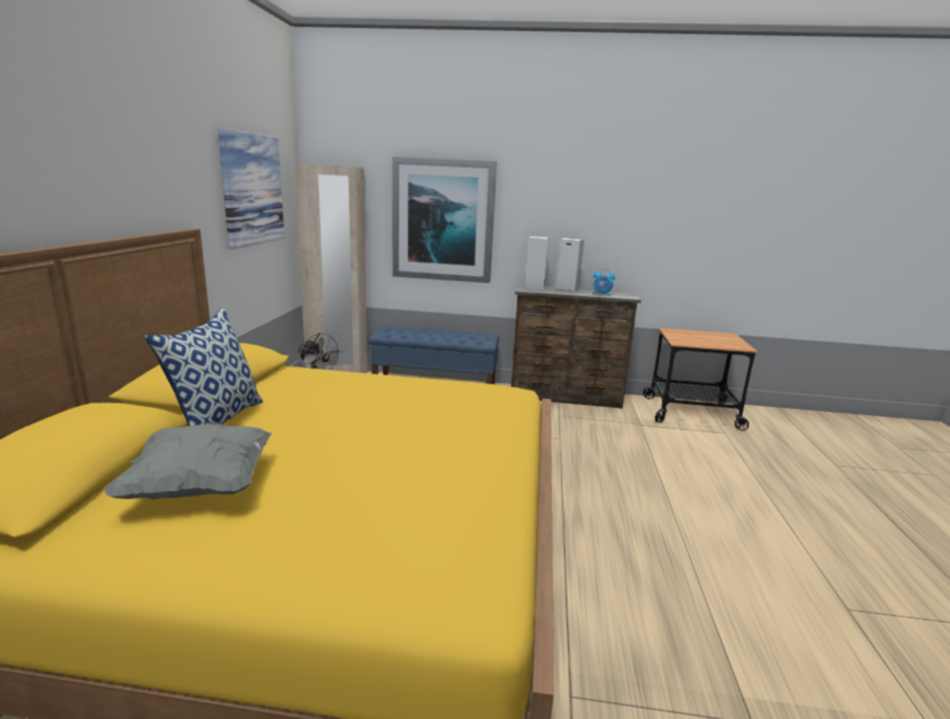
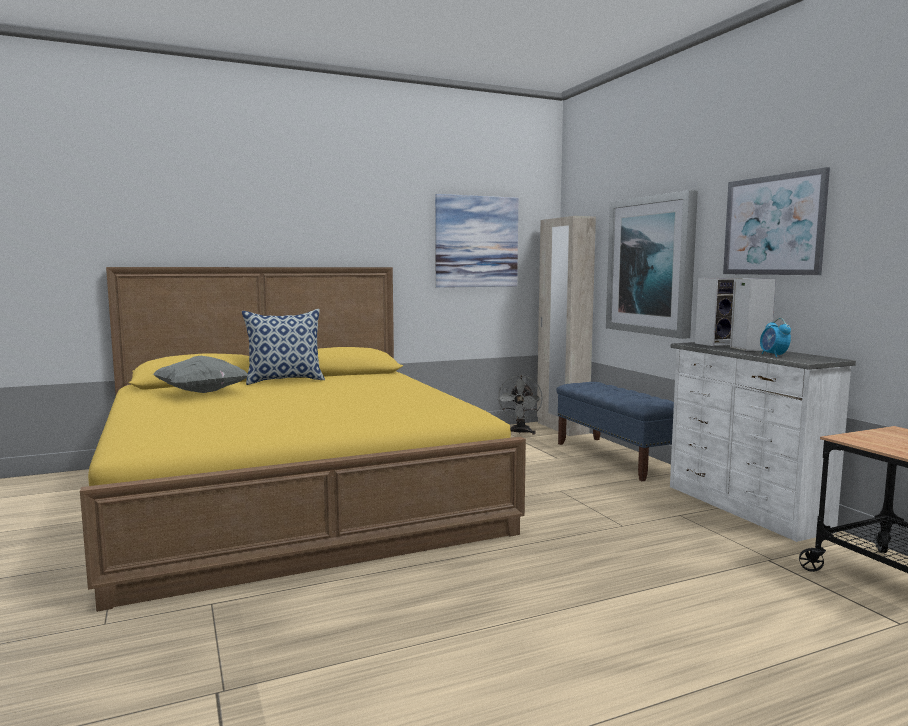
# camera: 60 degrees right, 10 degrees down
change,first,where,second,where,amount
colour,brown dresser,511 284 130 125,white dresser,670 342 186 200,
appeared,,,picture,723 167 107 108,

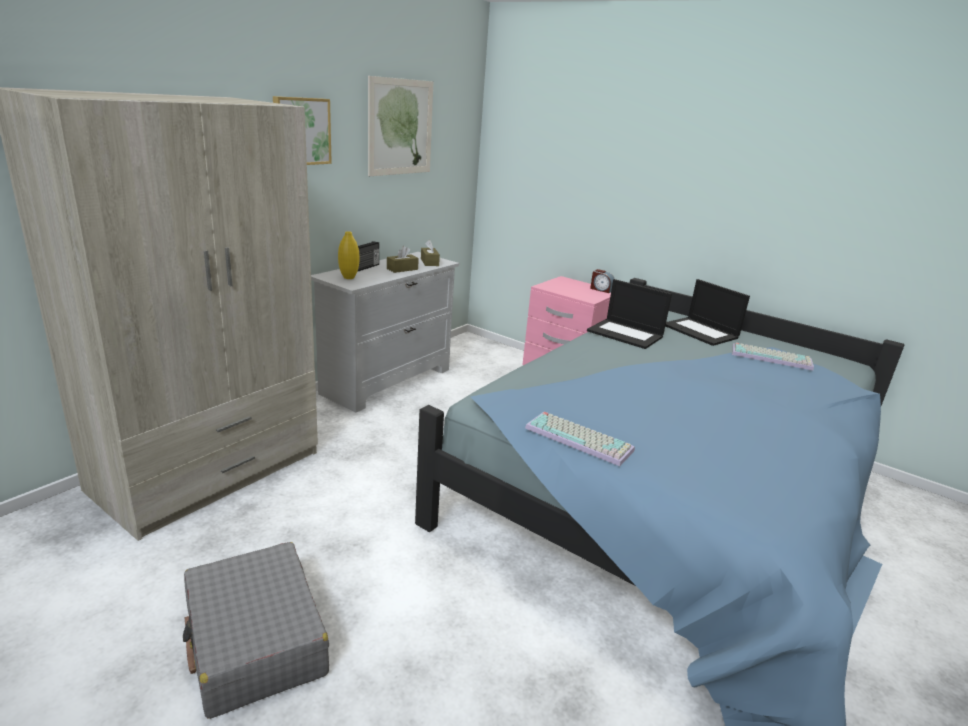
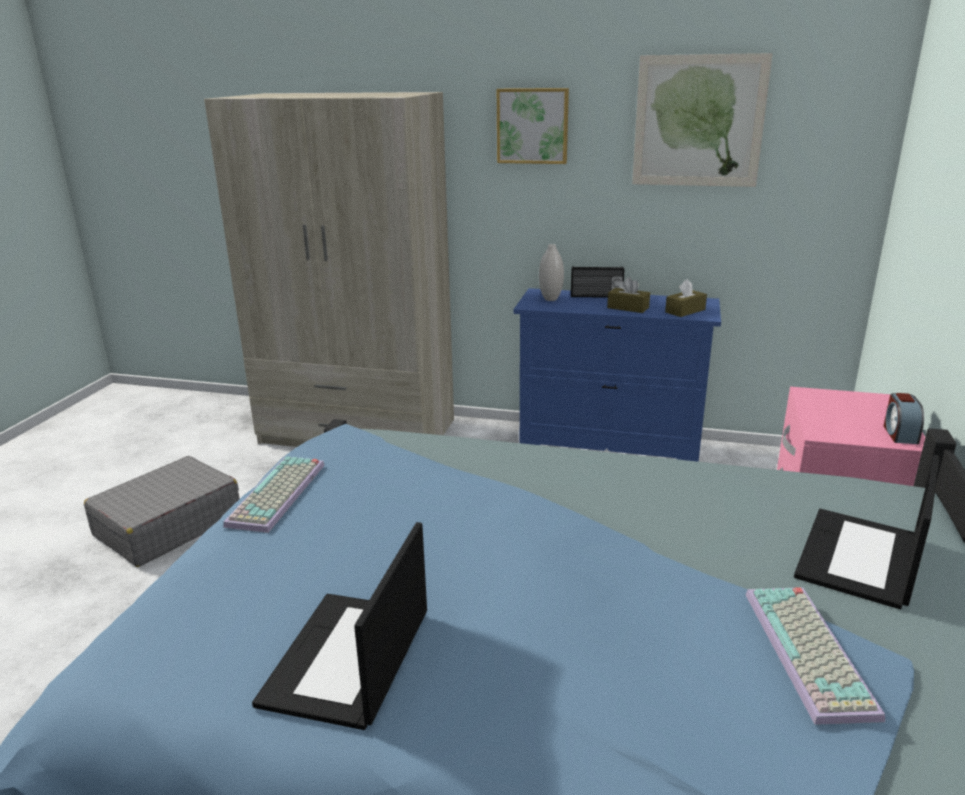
# camera: 70 degrees right, 0 degrees up
change,first,where,second,where,amount
relocated,laptop,587 279 85 70,,252 522 175 208,
colour,white dresser,311 252 148 161,blue dresser,513 288 208 174,
colour,yellow vase,338 231 21 48,white vase,539 244 25 57,

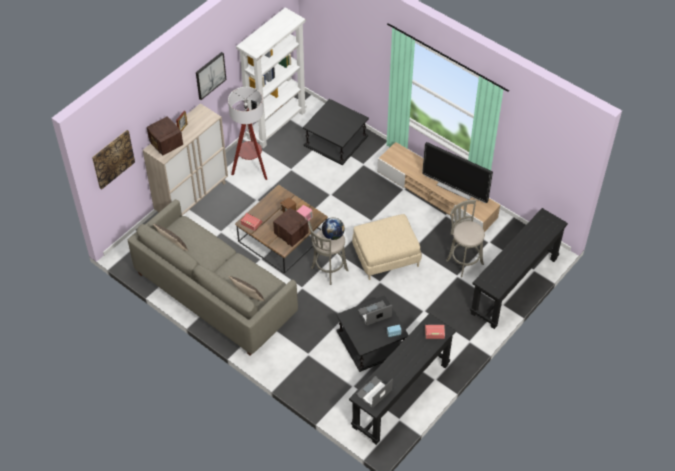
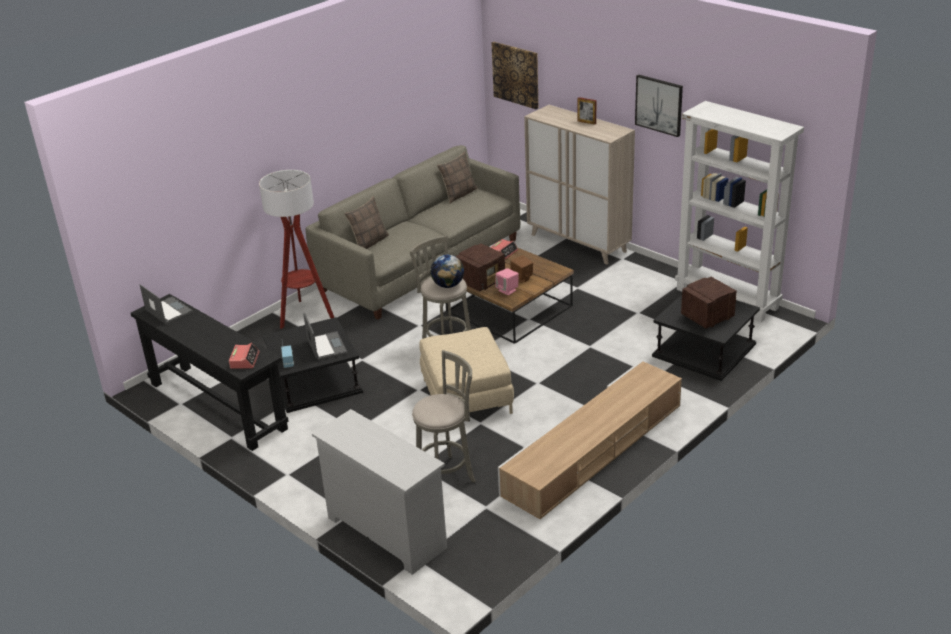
# camera: 95 degrees right, 20 degrees down
change,first,where,second,where,amount
relocated,floor lamp,228 87 39 93,,259 170 75 159,
exchanged,black console table,470 208 98 121,white dresser,312 409 135 166,
relocated,radio,147 117 36 38,,681 277 56 52,
missing,television,422 142 71 61,,,

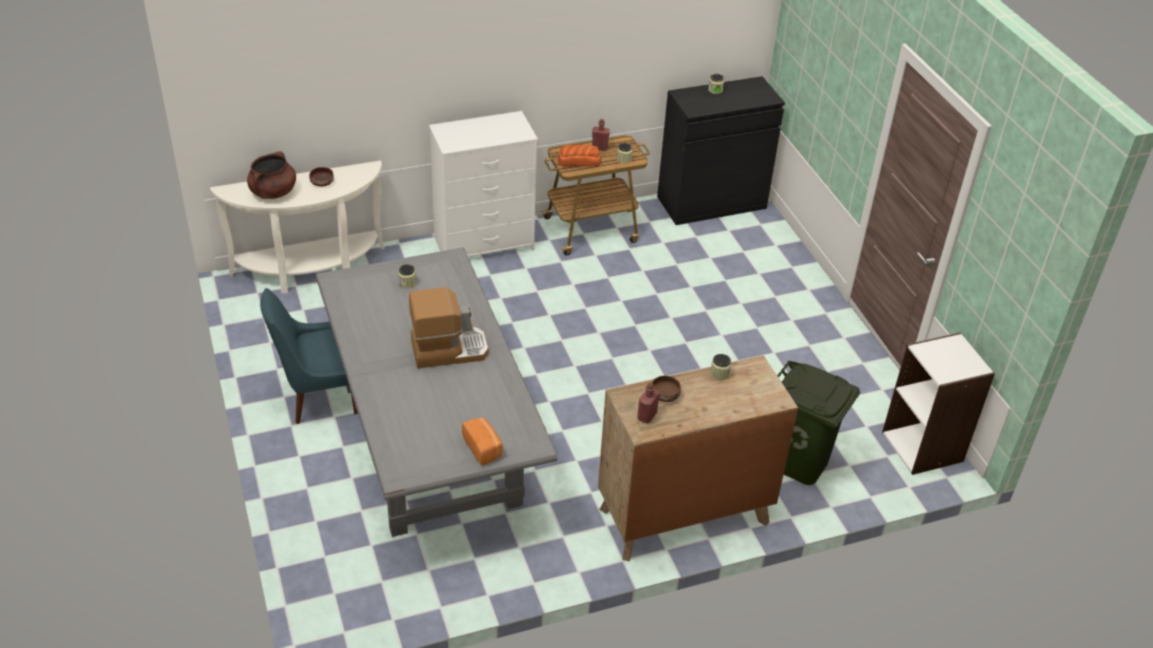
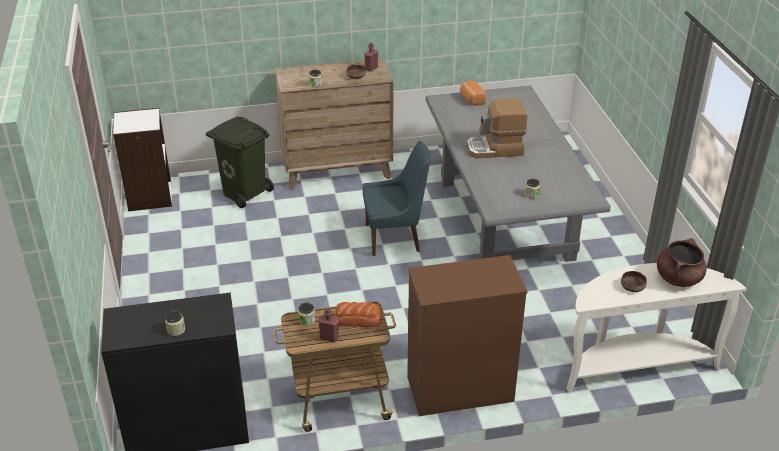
# camera: 170 degrees left, 5 degrees down
change,first,where,second,where,amount
relocated,blue chair,260 288 98 136,,363 141 68 115,
colour,white dresser,429 111 109 146,brown dresser,407 255 121 161,

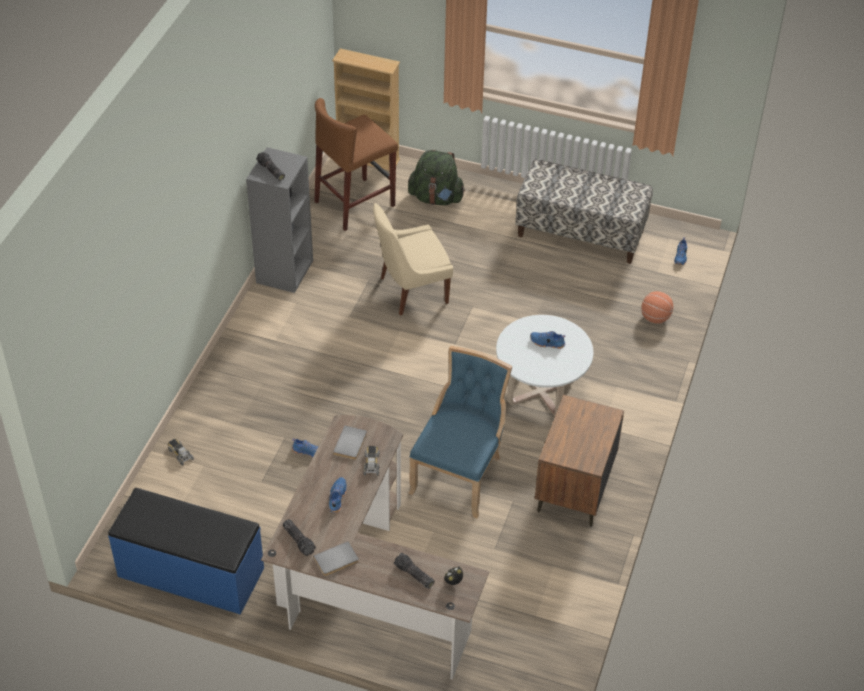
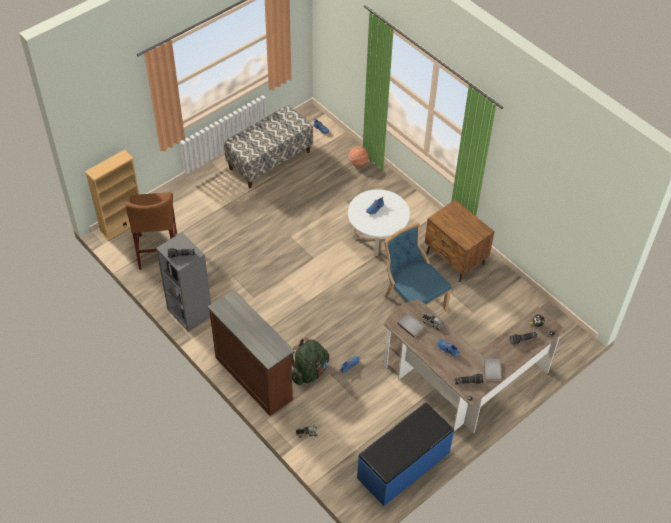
# camera: 60 degrees left, 5 degrees up
change,first,where,second,where,amount
appeared,,,brown dresser,208 290 87 126,
relocated,green backpack,408 150 57 55,,291 337 38 48,
missing,beige chair,373 203 80 113,,,

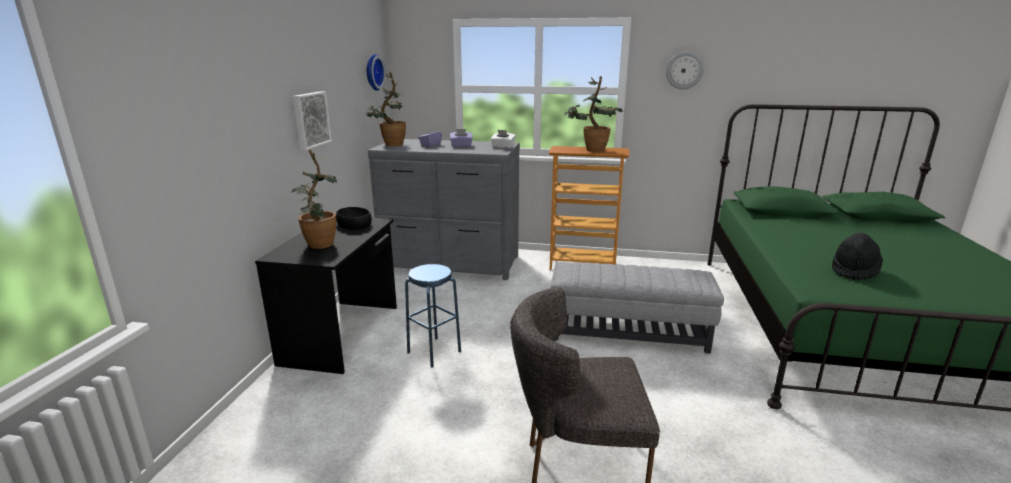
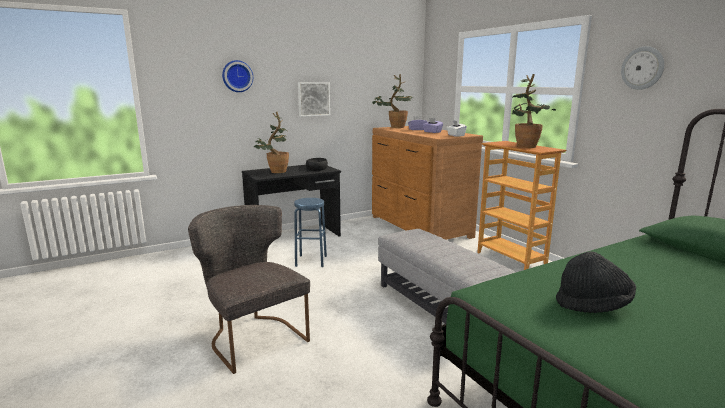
# camera: 50 degrees right, 5 degrees down
change,first,where,second,where,amount
relocated,wall clock,367 54 18 37,,222 60 31 32,
colour,grey dresser,368 139 152 141,brown dresser,372 126 111 114,

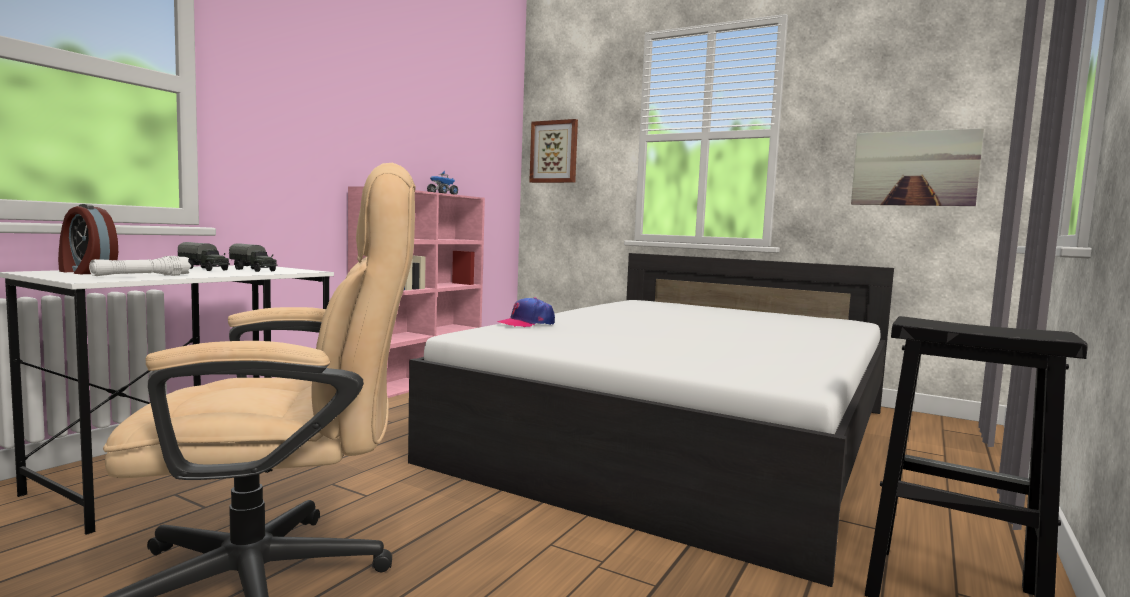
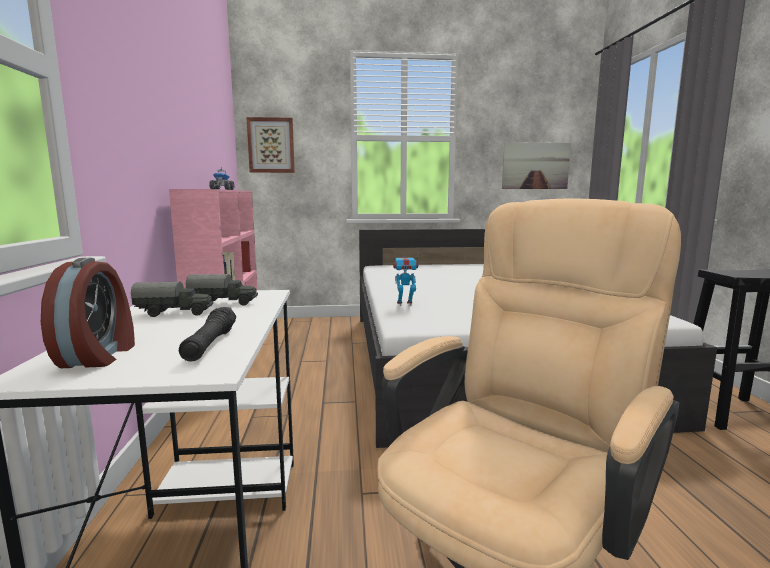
# camera: 35 degrees left, 5 degrees up
change,first,where,second,where,amount
spun,alarm clock,58 204 60 70,,41 258 94 110,90 degrees counterclockwise
colour,white flashlight,89 256 102 20,black flashlight,179 307 57 54,
exchanged,cap,497 297 58 30,toy robot,393 251 26 55,

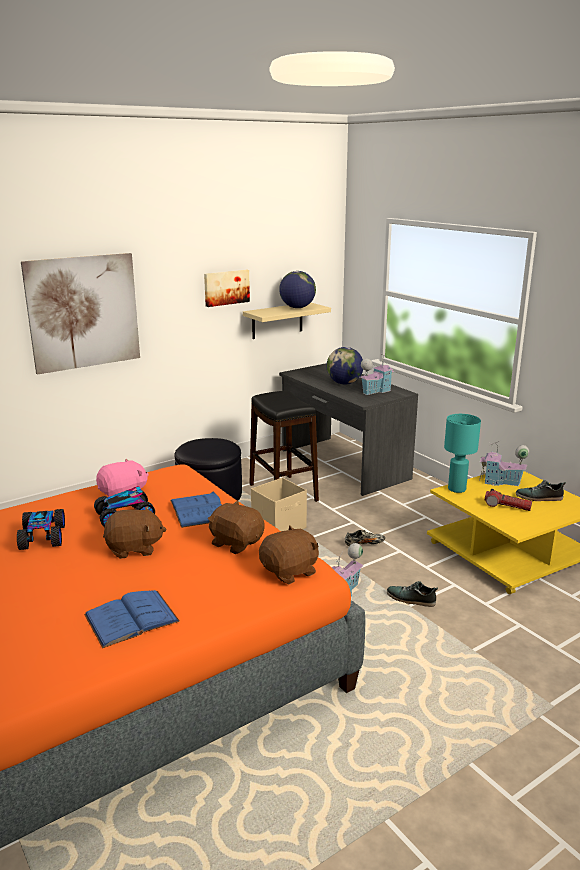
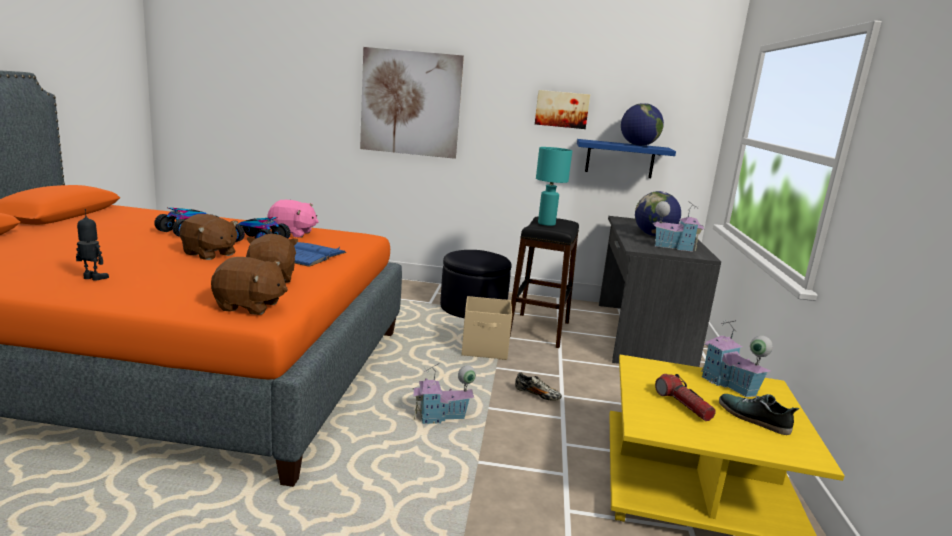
# camera: 40 degrees right, 5 degrees down
change,first,where,second,where,amount
exchanged,blue book,84 590 96 58,toy robot,76 209 33 72,
relocated,turquoise table lamp,444 414 37 79,,536 147 36 79,
colour,beige shelf,243 303 88 36,blue shelf,577 139 99 39,
missing,shoe,387 581 51 26,,,

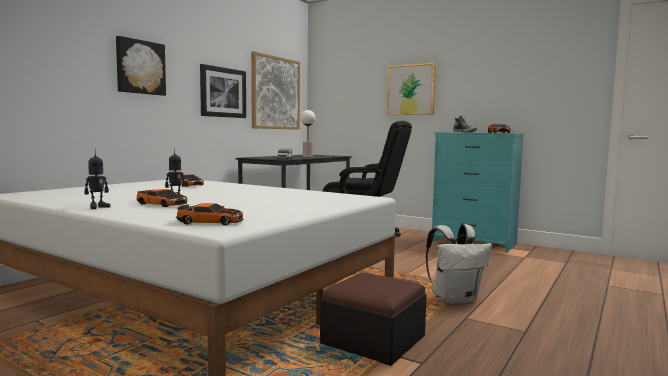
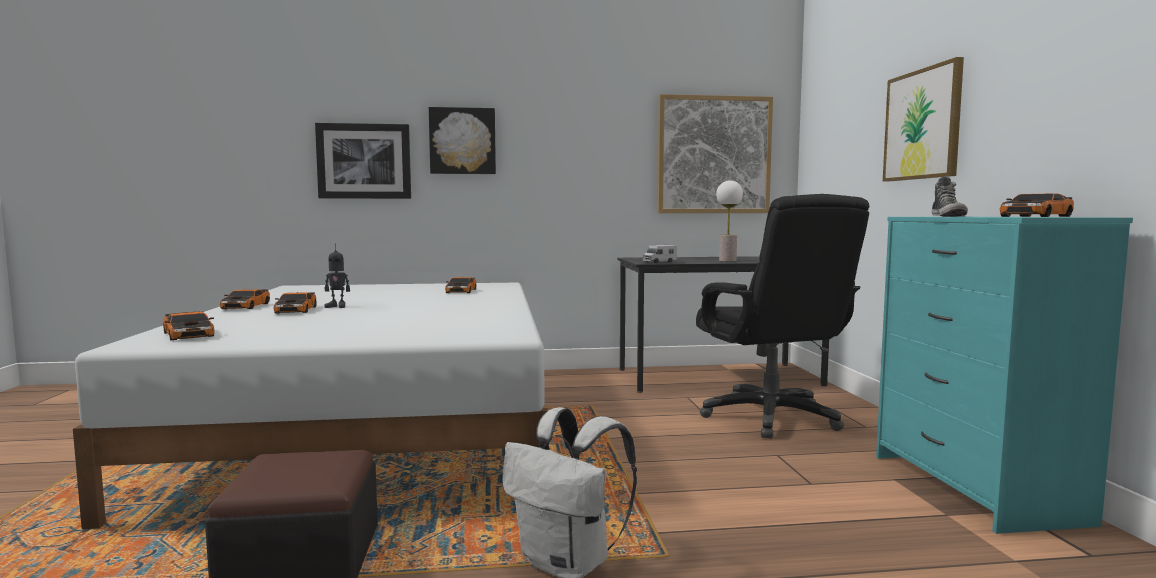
# camera: 50 degrees right, 0 degrees up
change,first,where,second,where,amount
exchanged,toy robot,85 149 26 60,toy car,220 289 50 20,
relocated,picture,200 64 46 54,,315 123 96 76,

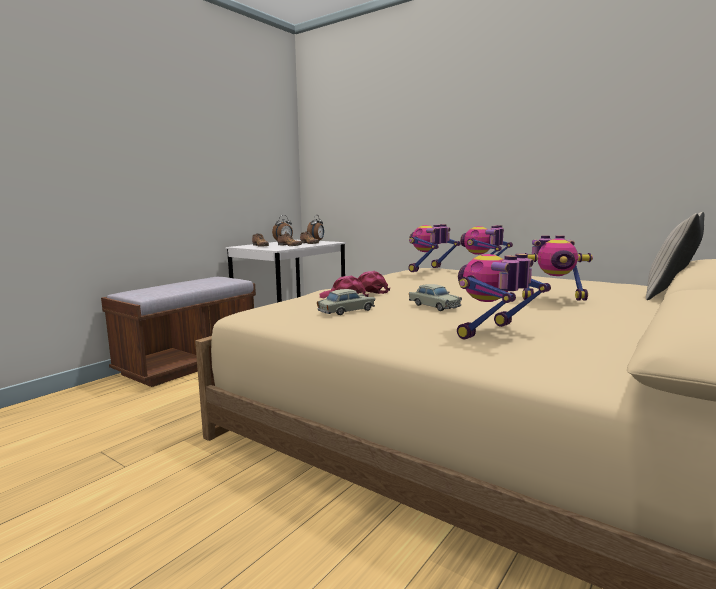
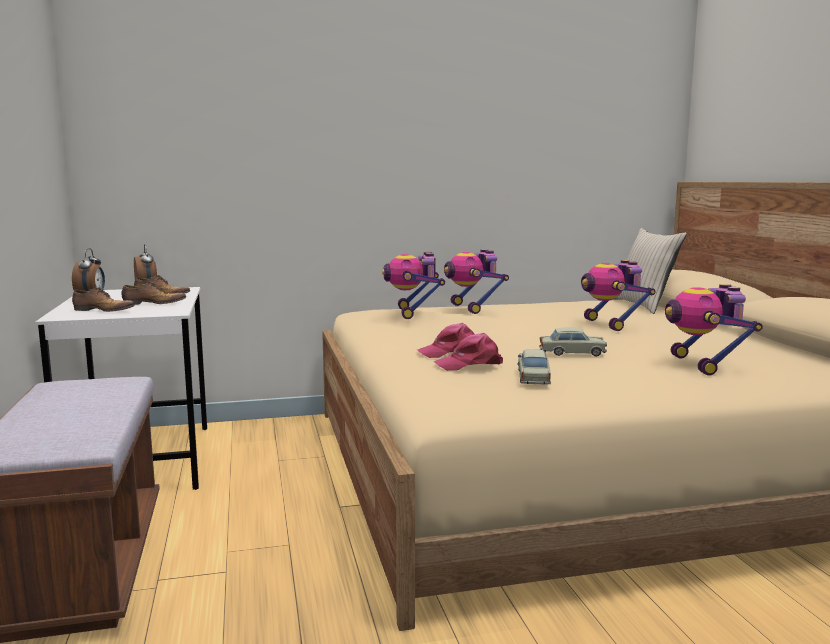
# camera: 50 degrees left, 0 degrees up
change,first,where,second,where,amount
spun,toy robot,522 235 71 66,,581 260 75 71,120 degrees clockwise

